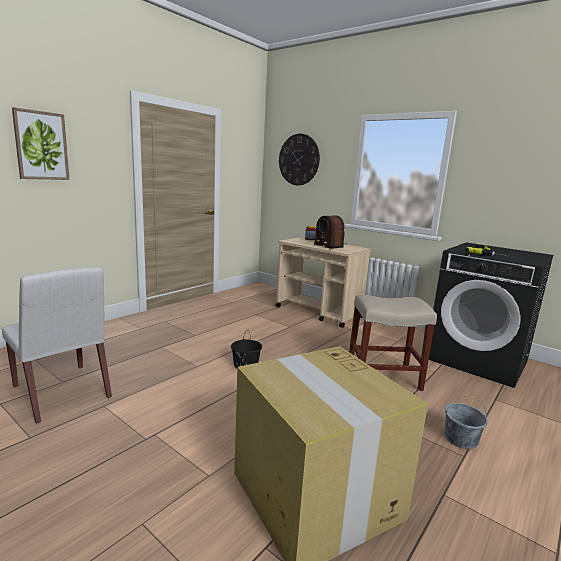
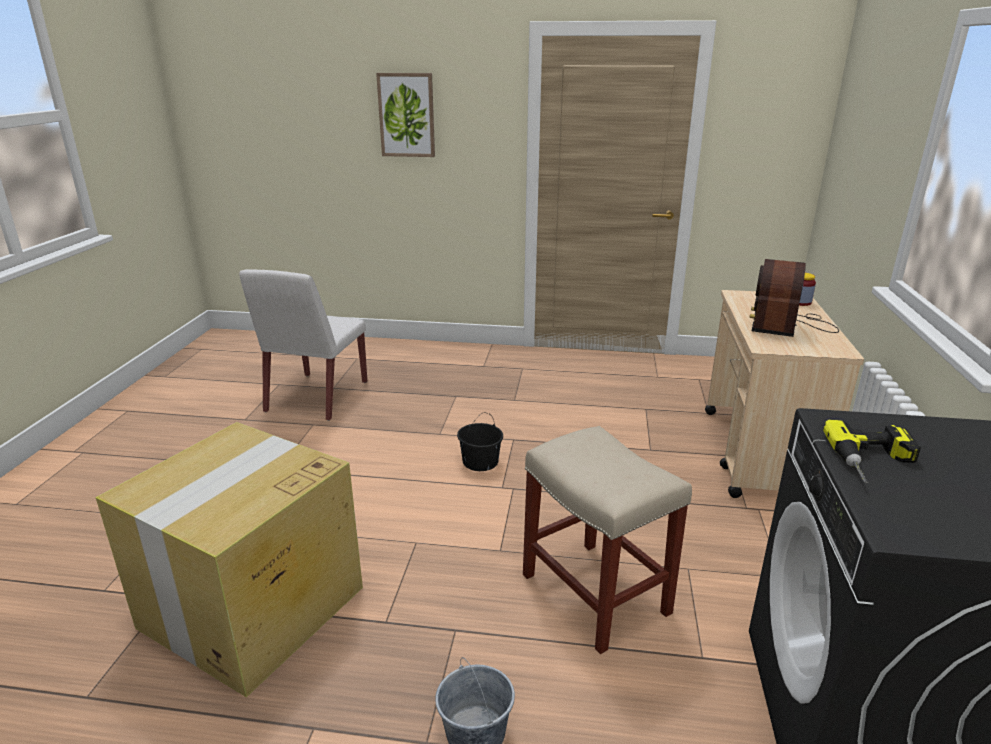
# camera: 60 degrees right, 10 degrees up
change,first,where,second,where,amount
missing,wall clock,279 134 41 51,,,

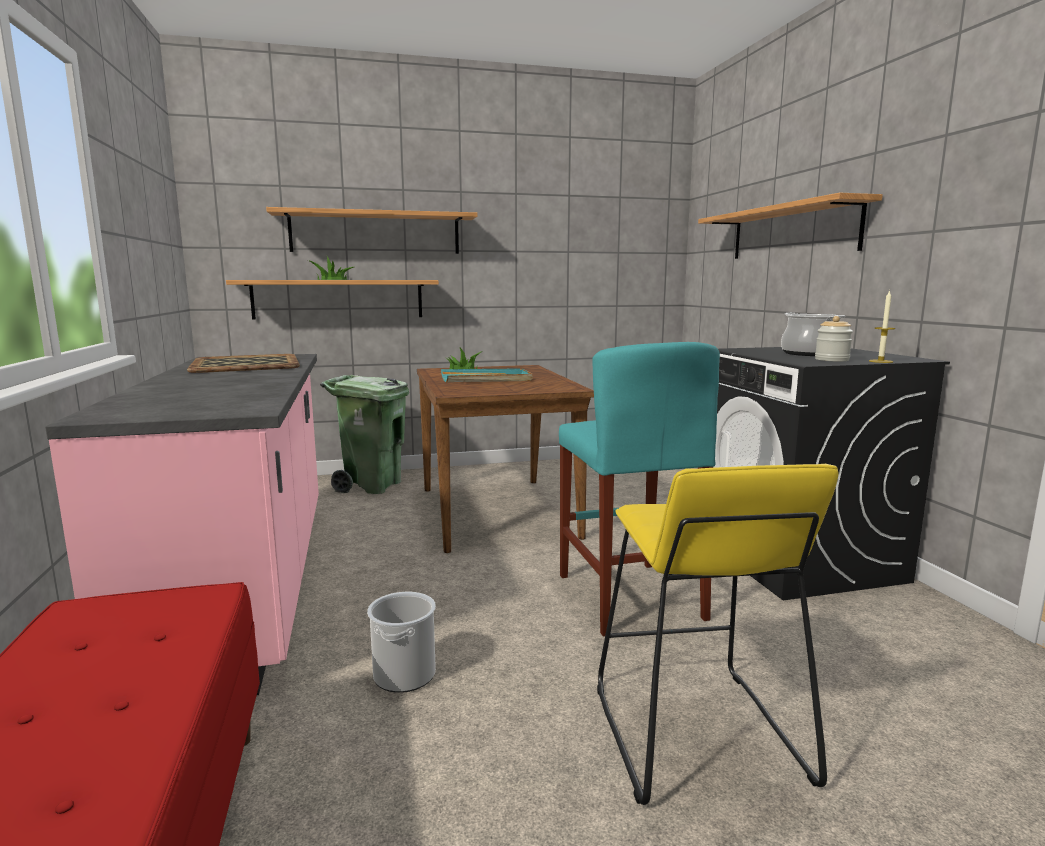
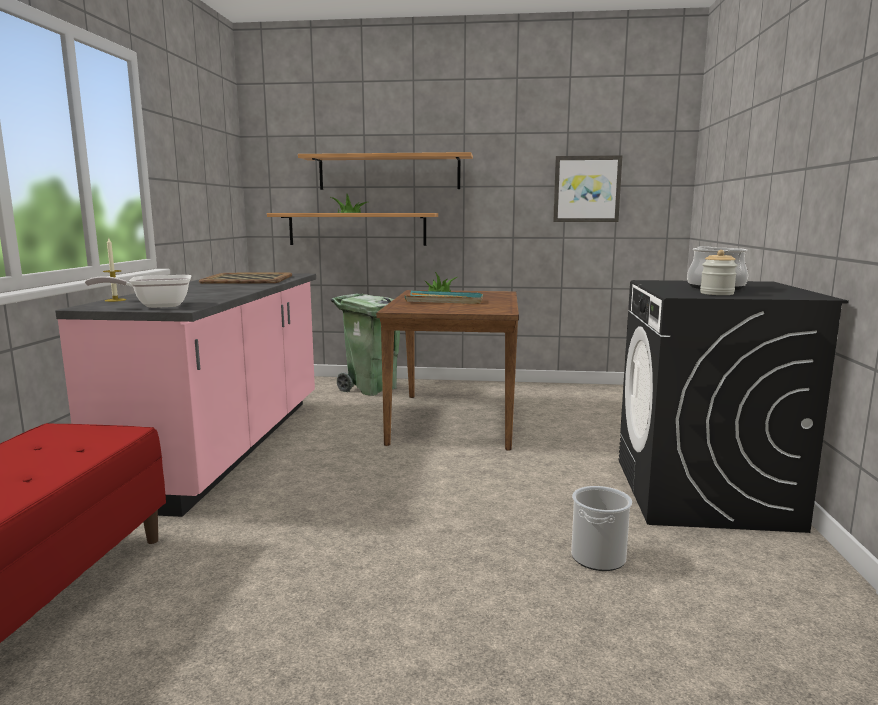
# camera: 20 degrees right, 0 degrees up
change,first,where,second,where,amount
appeared,,,frying pan,85 275 106 33,
relocated,candle,869 290 27 73,,103 237 23 65,
appeared,,,picture,553 155 69 67,
relocated,bucket,367 592 69 101,,571 486 61 85,
missing,turquoise stool,559 342 161 294,,,
missing,yellow stool,597 464 242 341,,,
missing,shelf,698 193 185 66,,,

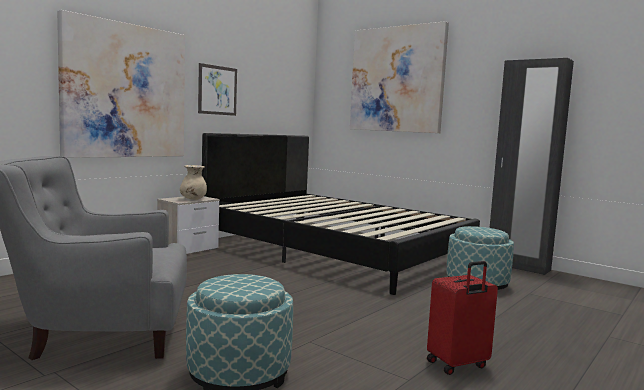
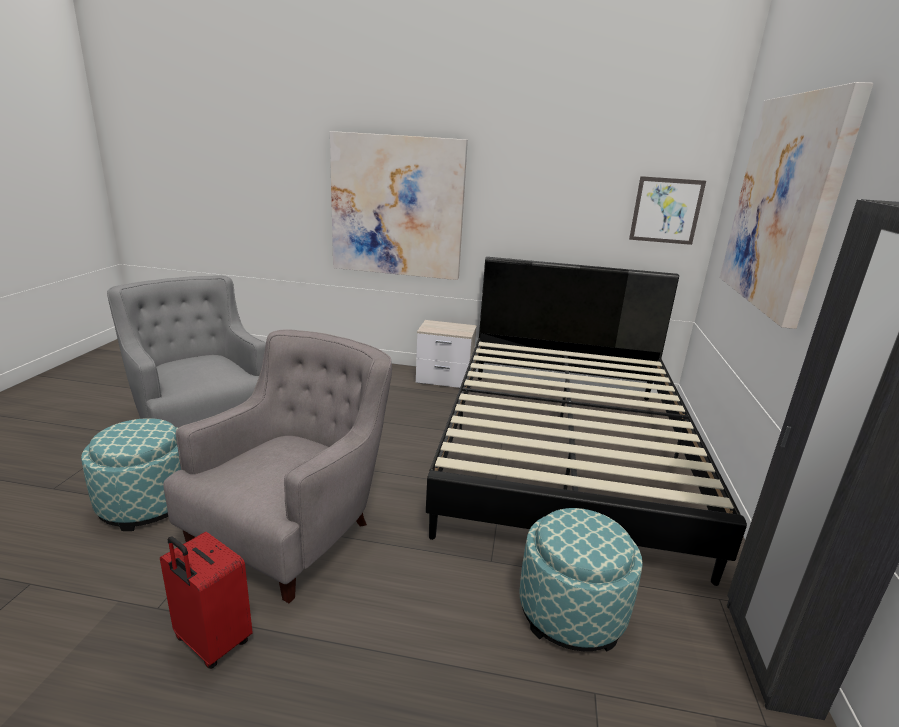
# camera: 60 degrees right, 15 degrees up
change,first,where,second,where,amount
appeared,,,grey armchair,163 329 229 274,
relocated,picture,198 63 39 53,,629 176 77 69,
missing,beige vase,180 165 27 35,,,

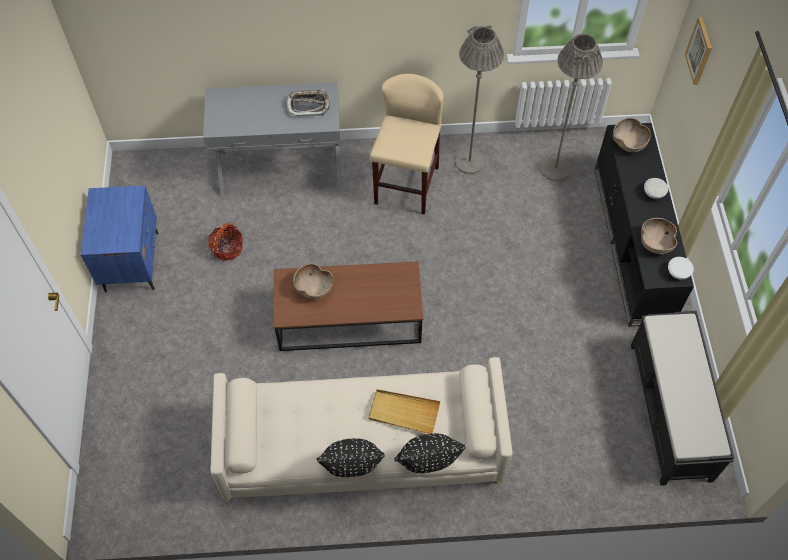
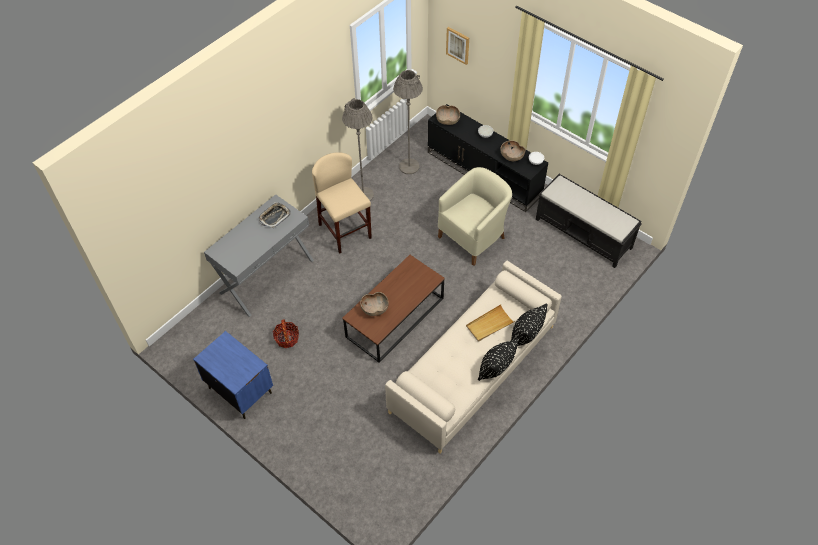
# camera: 45 degrees left, 5 degrees down
change,first,where,second,where,amount
appeared,,,beige armchair,438 167 74 99,

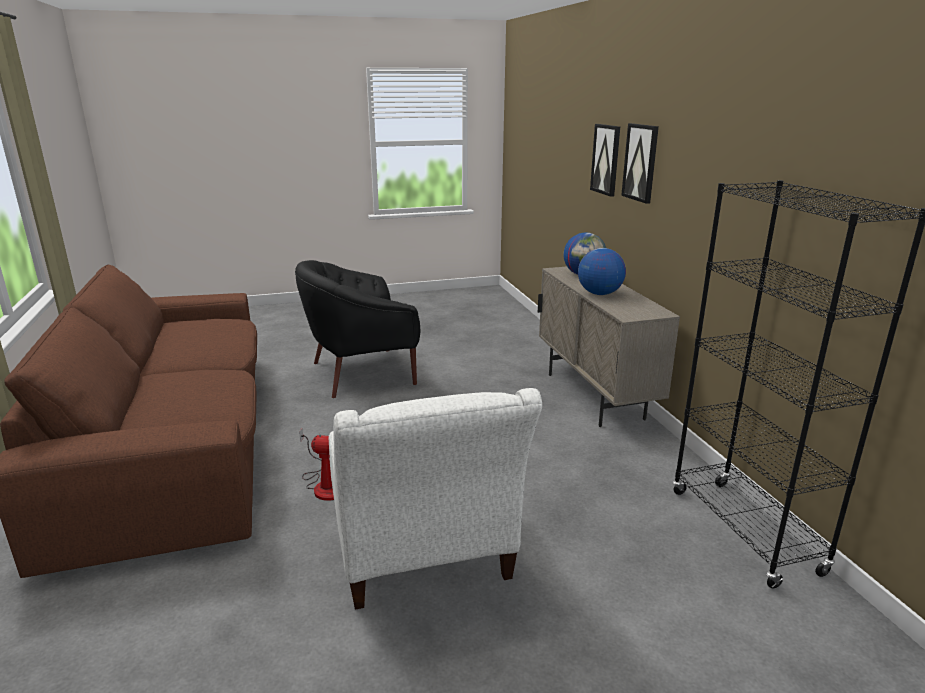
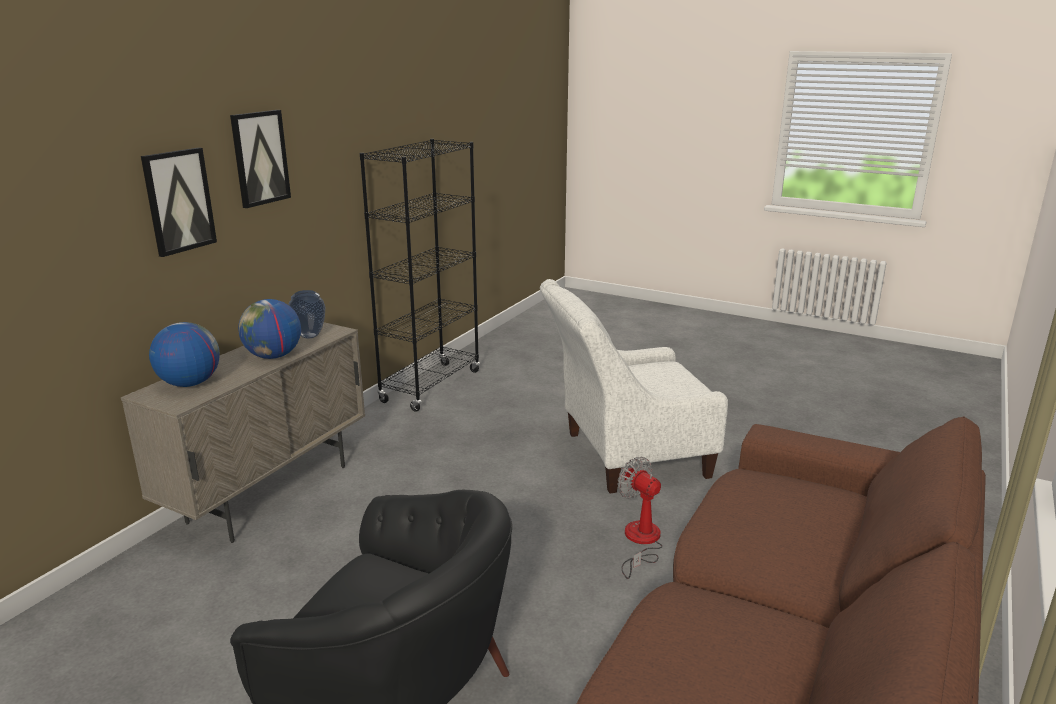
# camera: 135 degrees left, 0 degrees up
change,first,where,second,where,amount
relocated,picture,590 124 30 73,,230 110 61 98,
appeared,,,vase,288 290 37 48,
spun,white armchair,329 388 213 222,,540 279 188 215,135 degrees counterclockwise

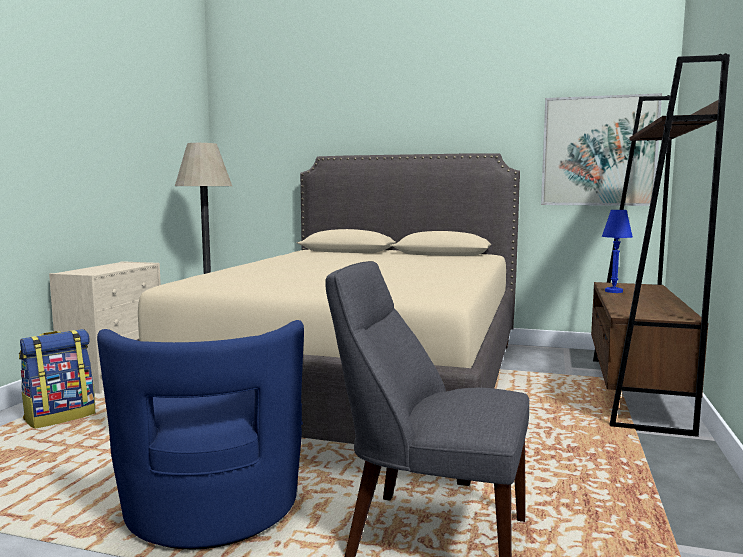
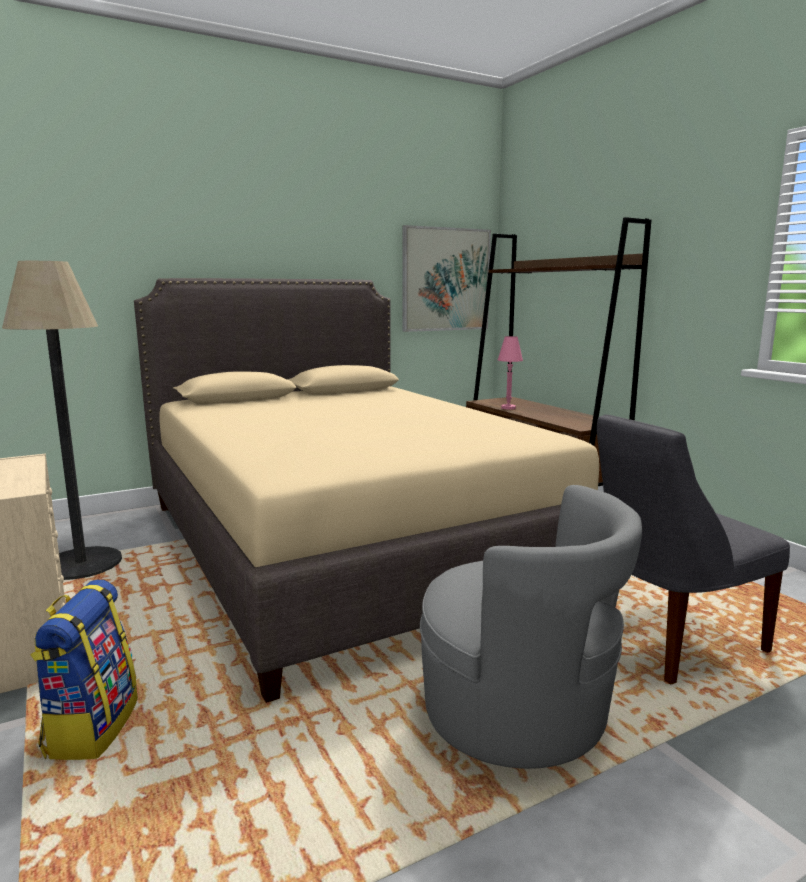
# camera: 45 degrees left, 5 degrees up
change,first,where,second,where,amount
colour,blue armchair,97 320 207 229,grey armchair,420 485 222 284,
colour,blue table lamp,602 210 31 83,pink table lamp,498 336 25 74,

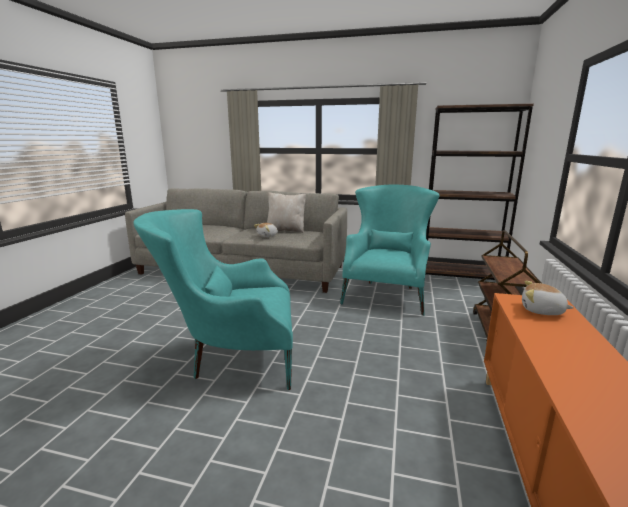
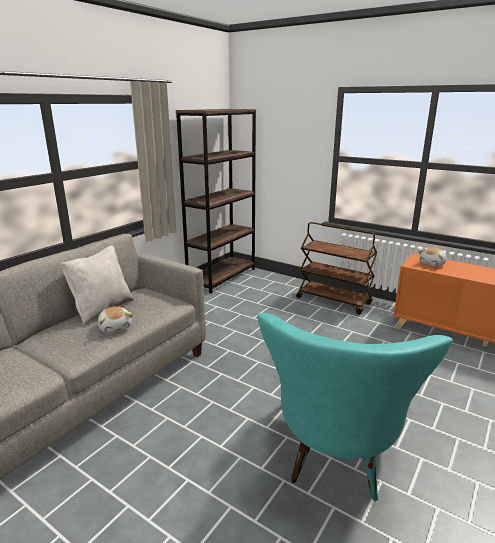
# camera: 70 degrees left, 5 degrees up
change,first,where,second,where,amount
missing,turquoise armchair,340 185 100 131,,,

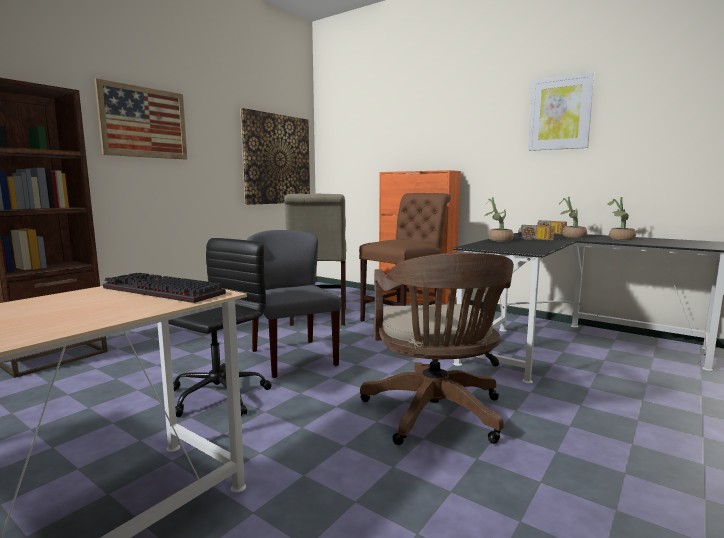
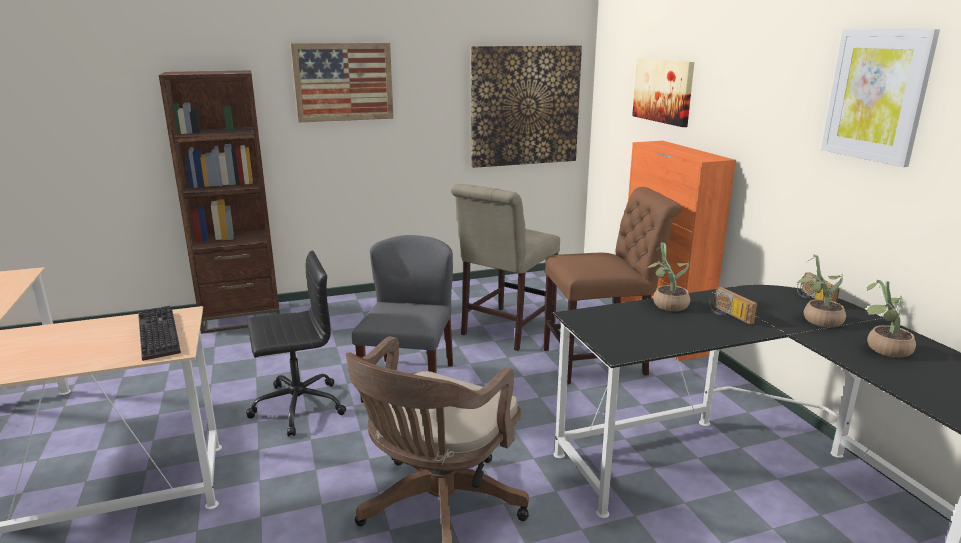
# camera: 35 degrees right, 10 degrees up
change,first,where,second,where,amount
appeared,,,picture,632 58 62 69,

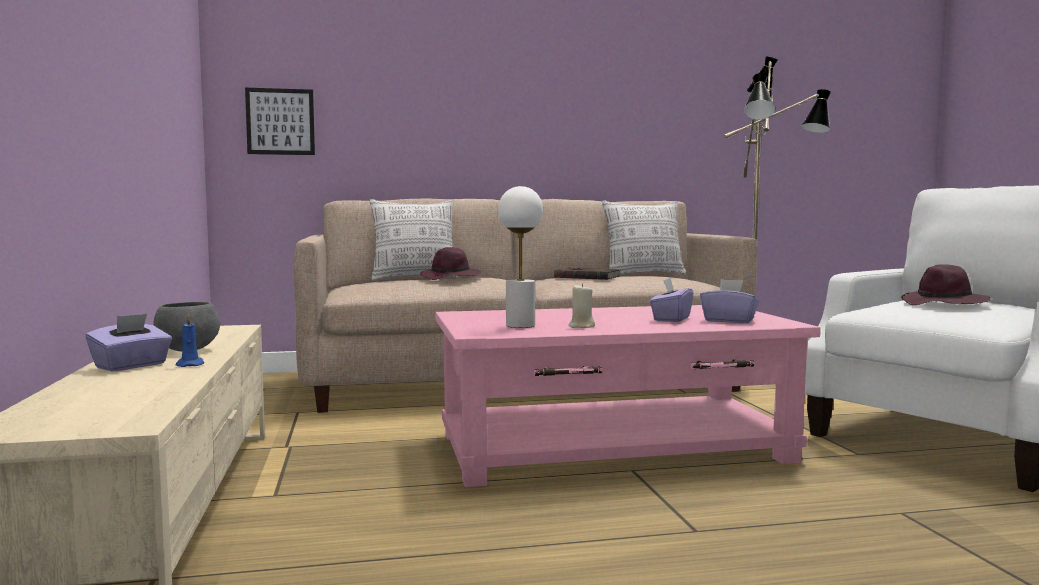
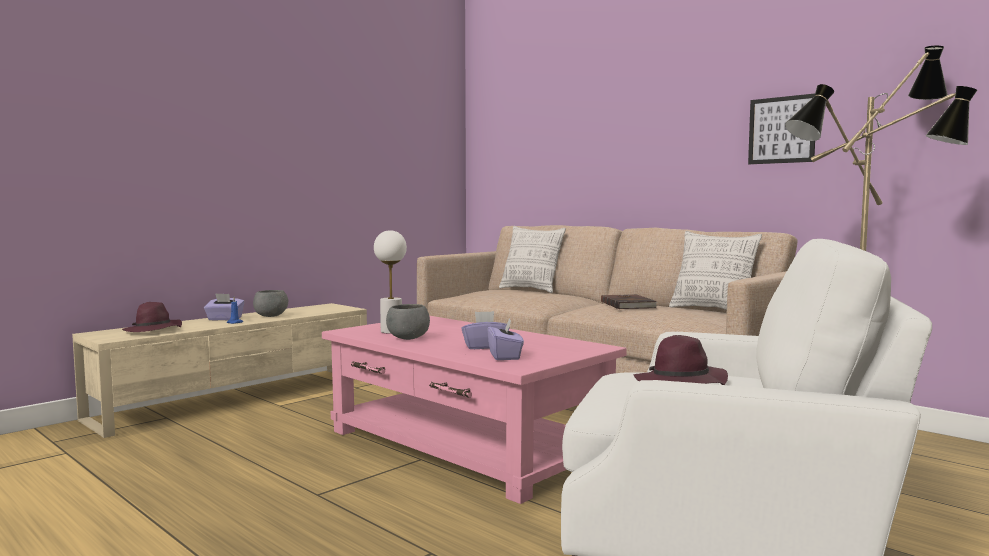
# camera: 55 degrees right, 0 degrees up
change,first,where,second,where,amount
relocated,purple hat,420 247 61 33,,122 302 60 30,
exchanged,beige candle,568 283 27 45,grey bowl,386 304 44 36,
relocated,picture,245 88 70 67,,748 93 67 71,

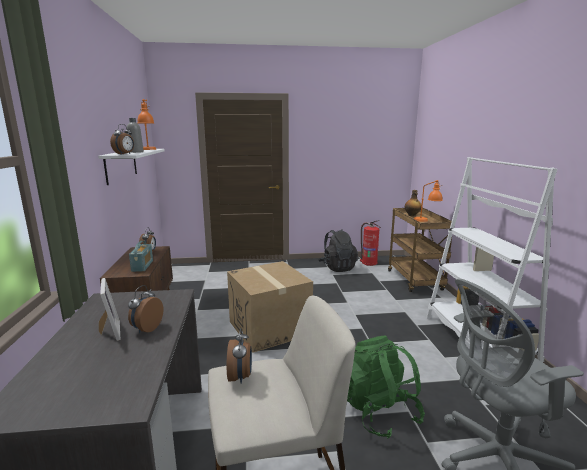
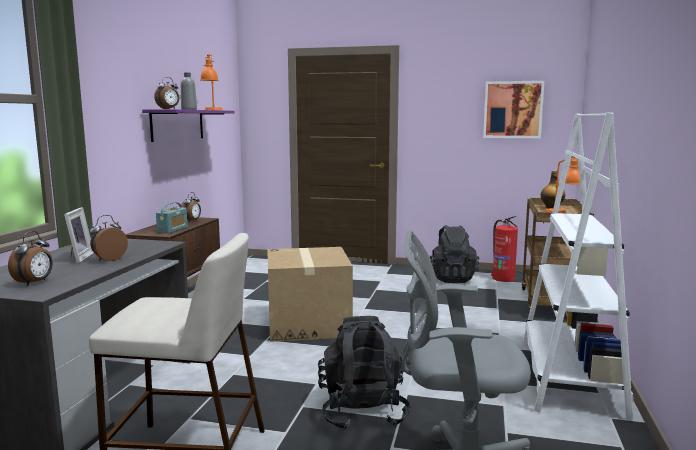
# camera: 20 degrees right, 5 degrees down
change,first,where,second,where,amount
relocated,alarm clock,227 328 25 56,,8 231 45 55,
colour,white shelf,98 149 67 36,purple shelf,142 109 92 33,
colour,green backpack,347 335 78 103,black backpack,318 316 93 114,
appeared,,,picture,483 81 62 57,

